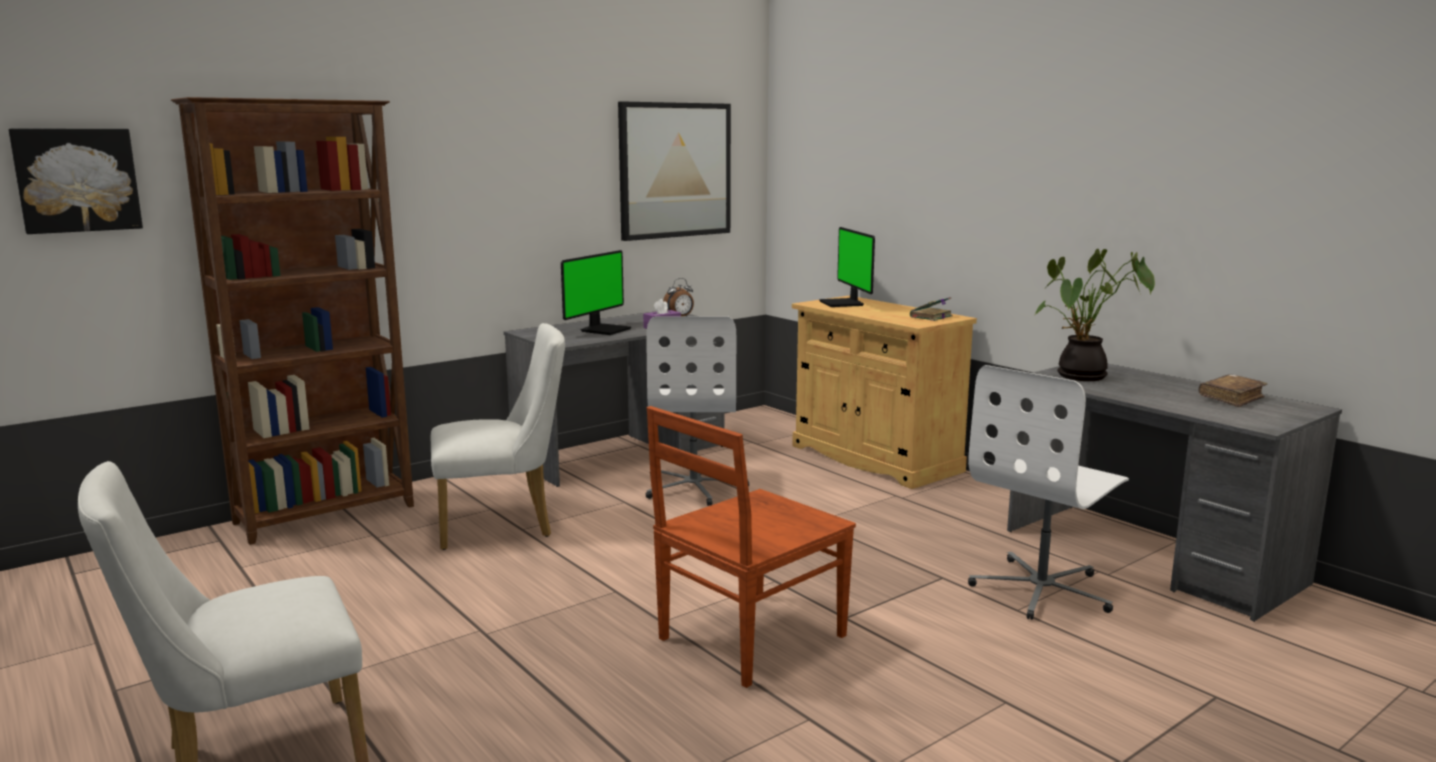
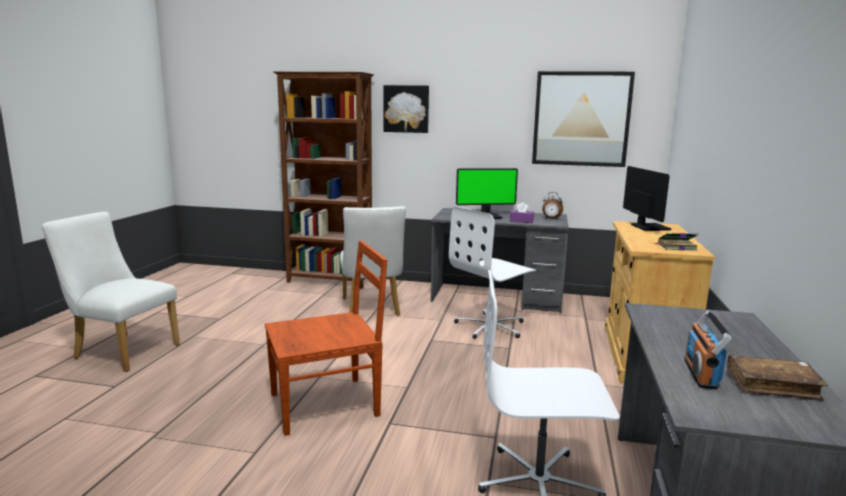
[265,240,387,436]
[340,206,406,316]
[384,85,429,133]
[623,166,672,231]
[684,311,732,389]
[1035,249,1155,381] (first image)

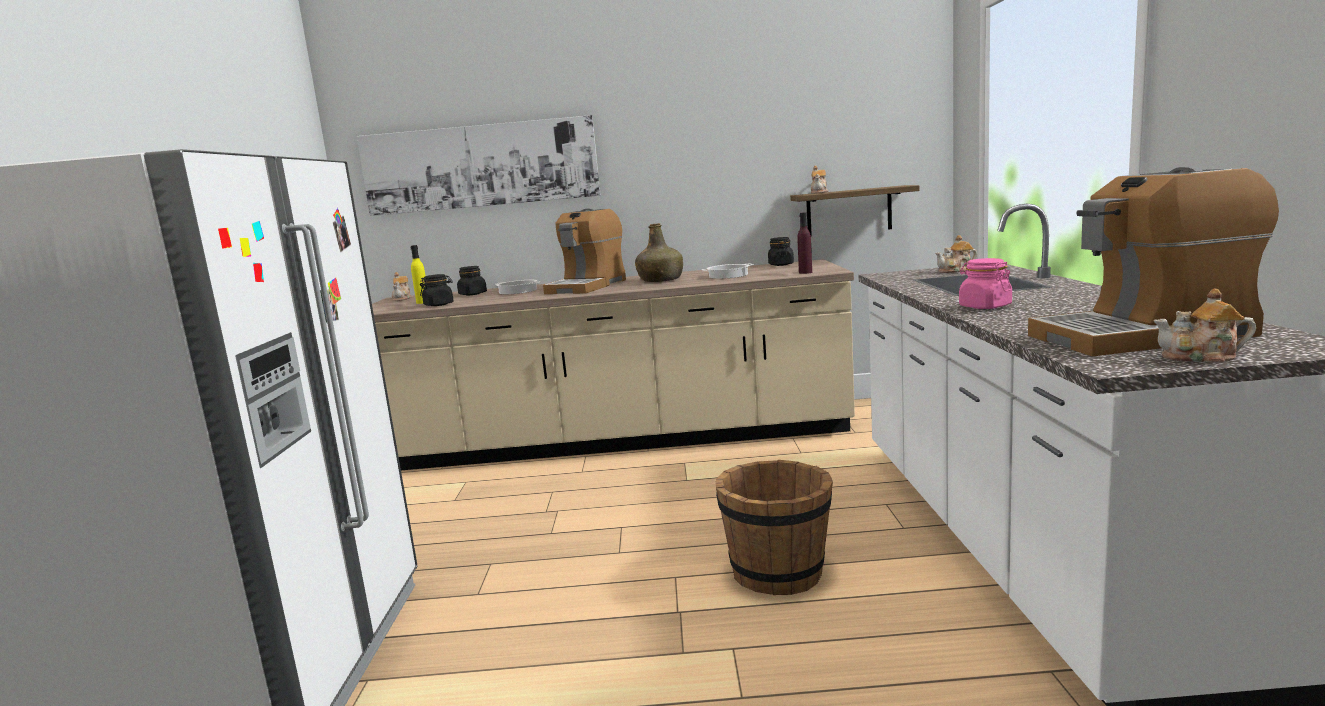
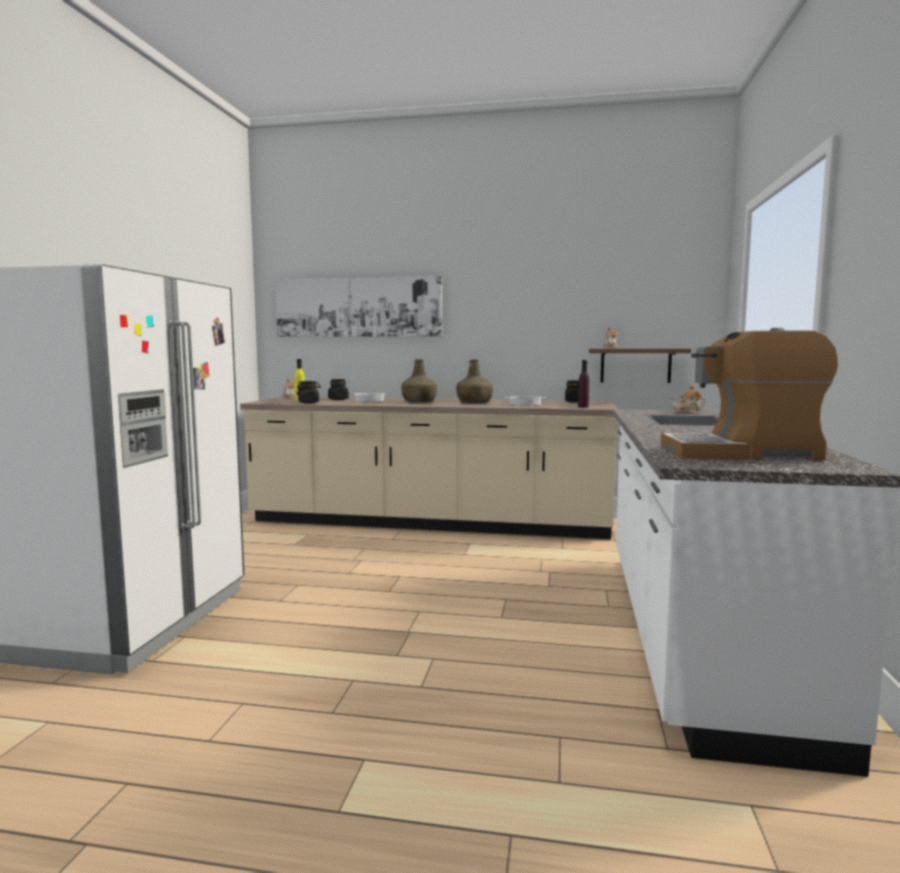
[401,359,437,402]
[715,460,833,595] (first image)
[959,258,1012,309] (first image)
[1153,289,1256,363] (first image)

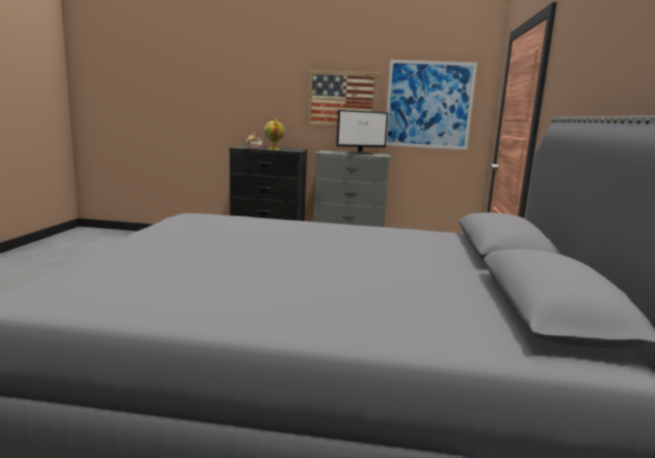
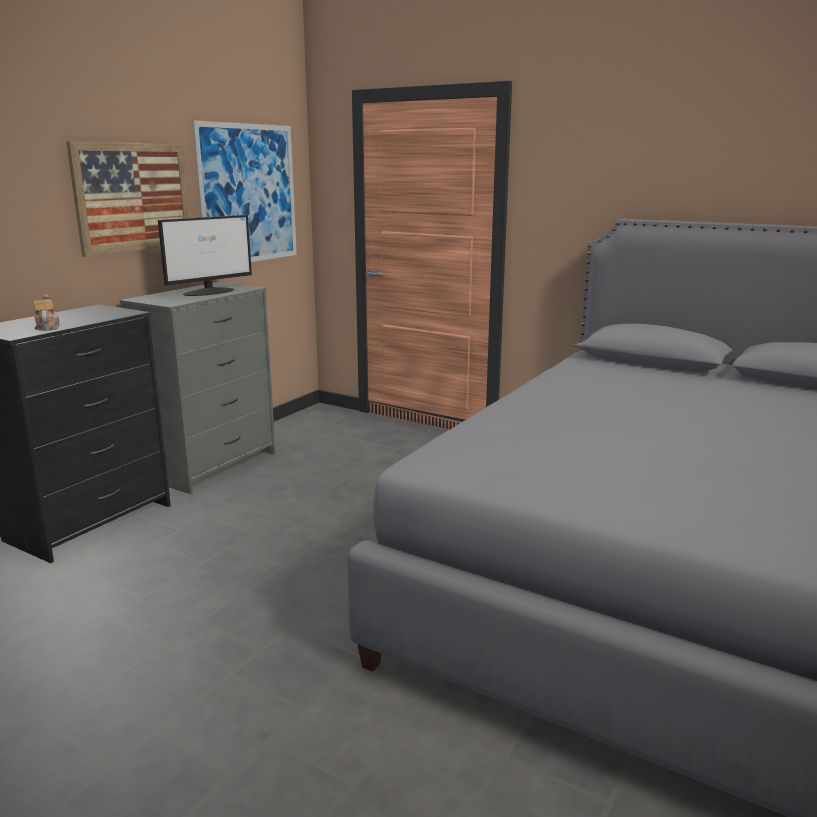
[158,215,252,296]
[264,118,285,150] (first image)

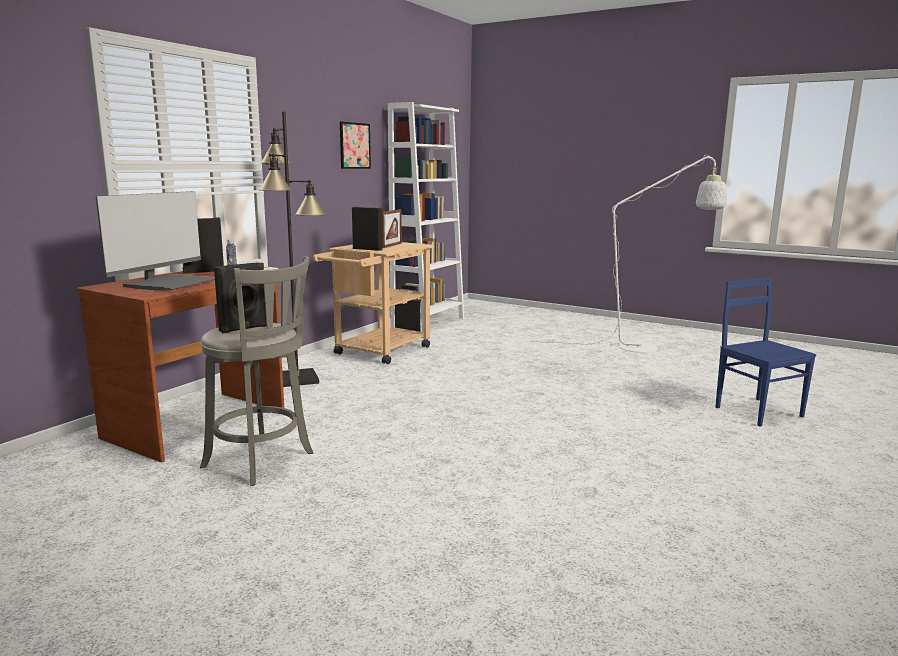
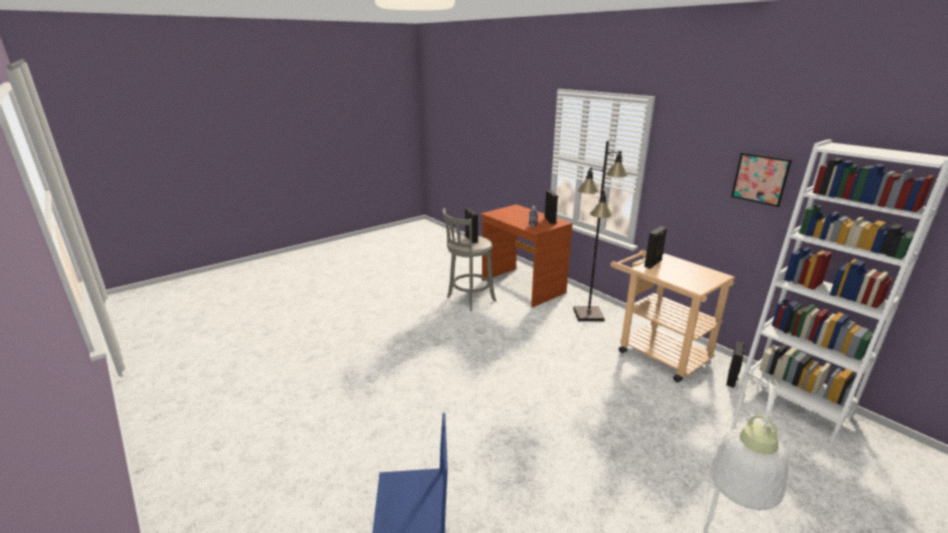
[96,191,215,290] (first image)
[381,209,402,248] (first image)

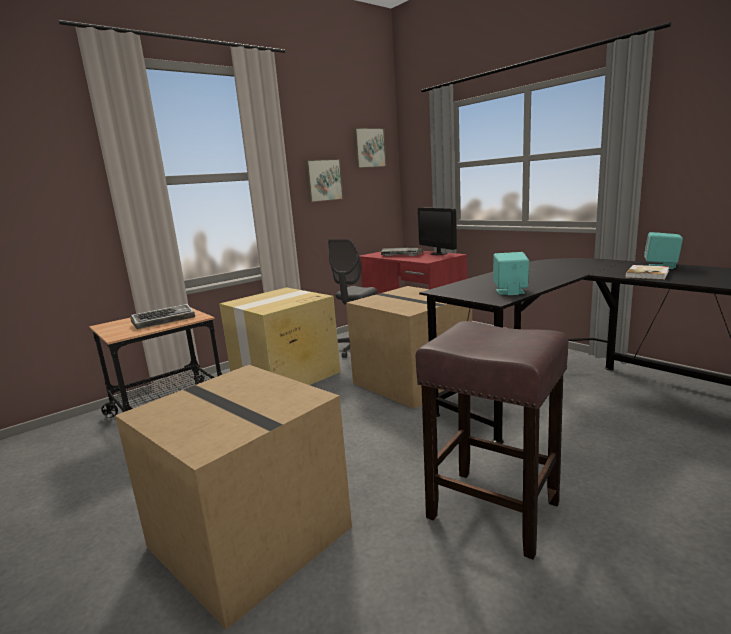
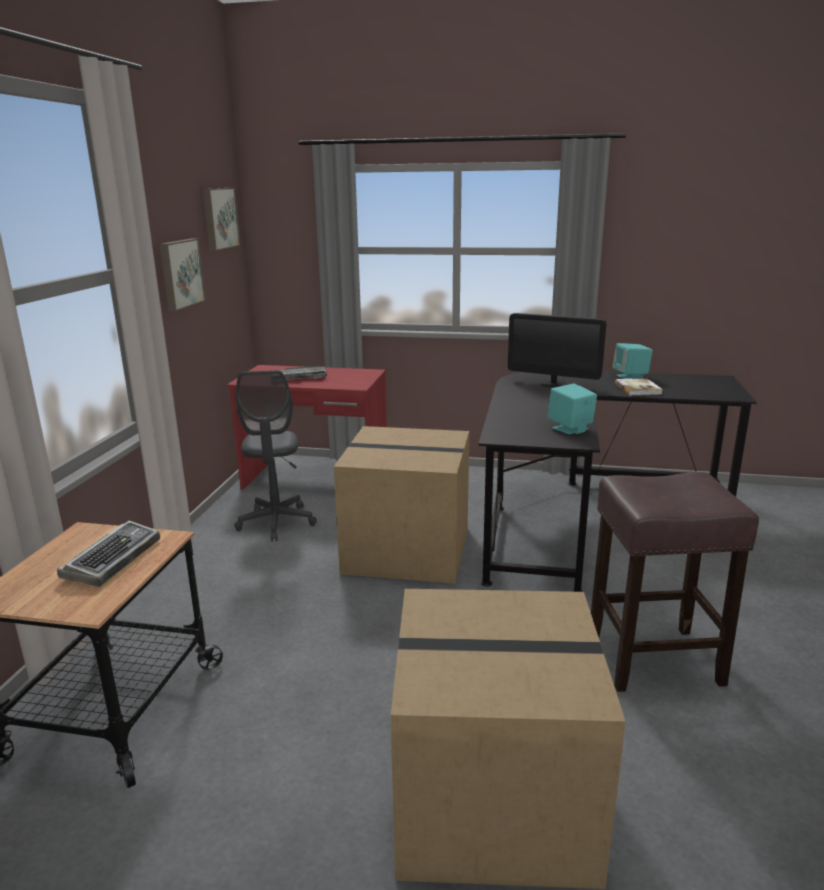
[508,313,607,387]
[219,287,341,385] (first image)

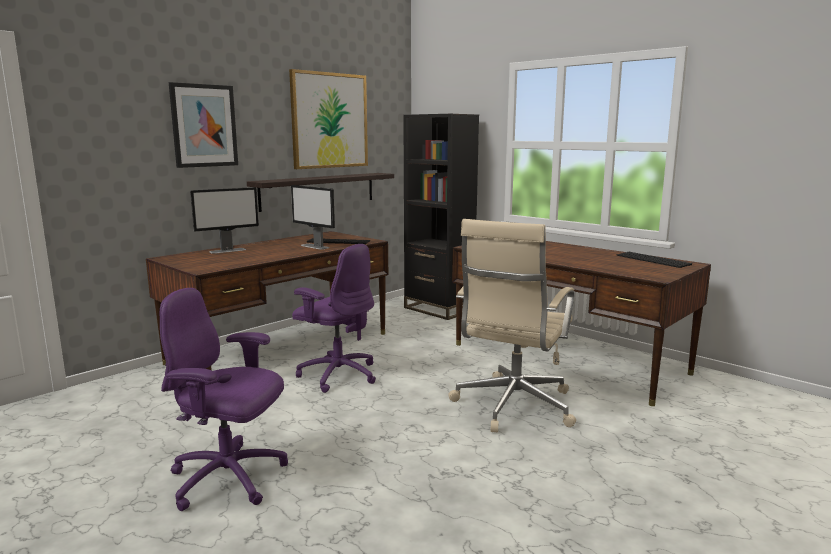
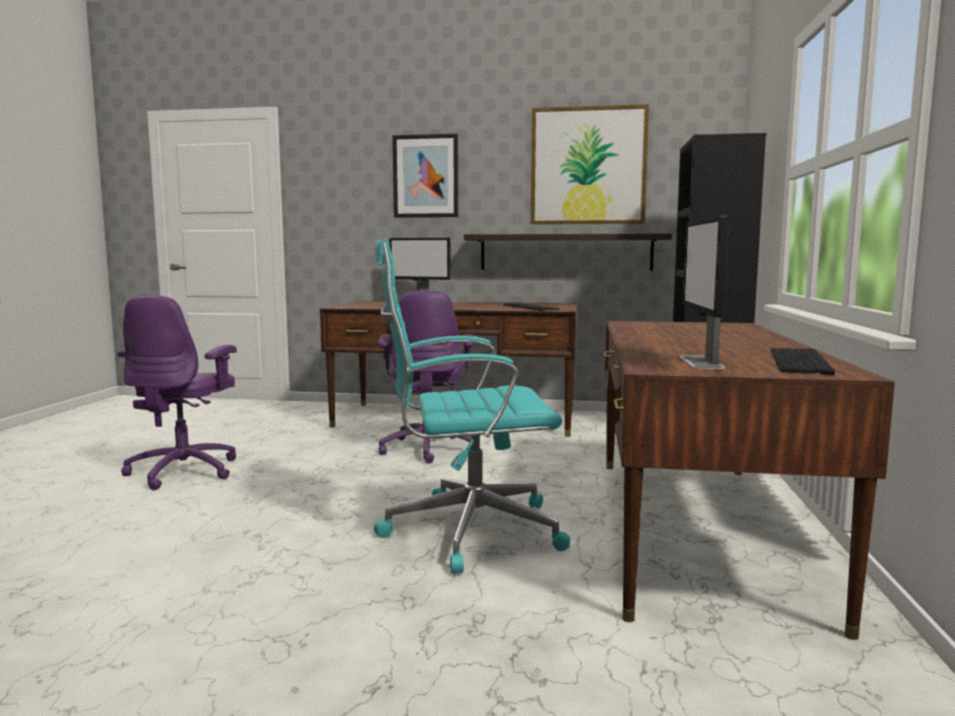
[118,295,237,490]
[374,239,570,573]
[680,216,730,369]

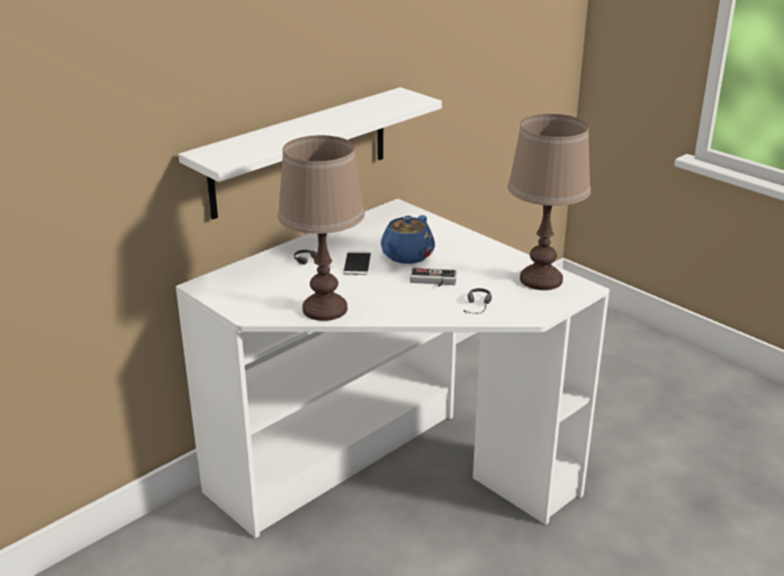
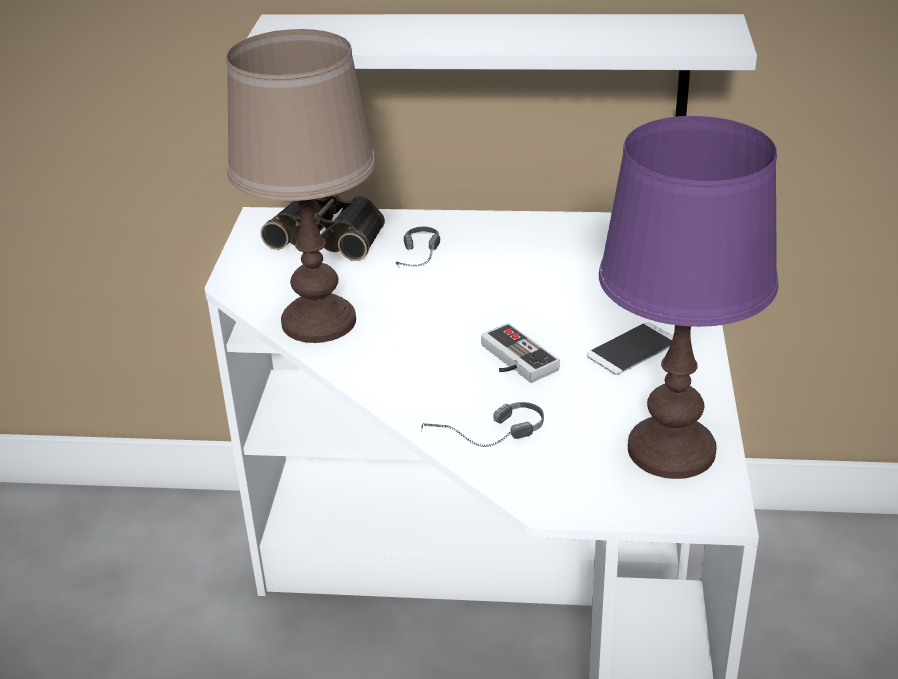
[260,194,385,261]
[587,322,673,375]
[599,116,778,479]
[381,215,435,264] (first image)

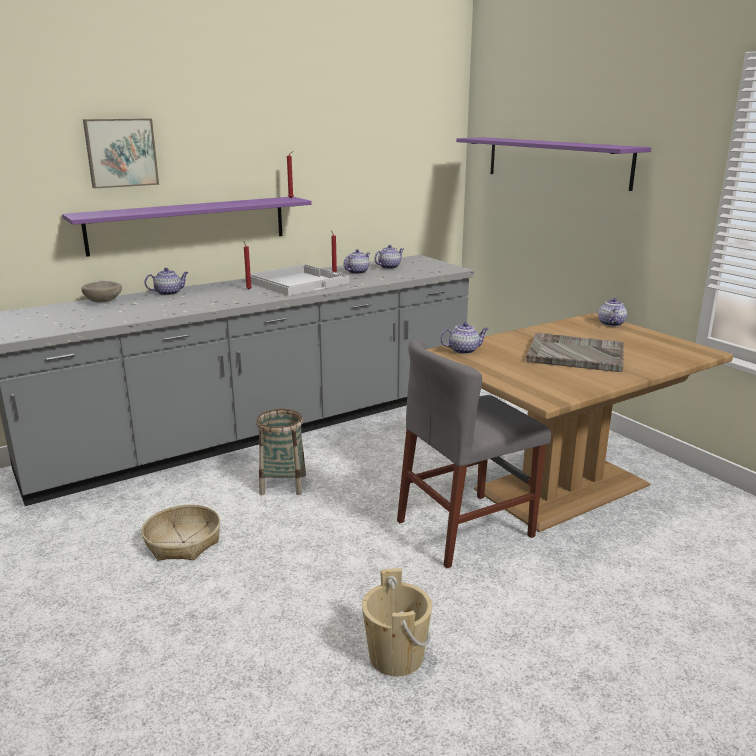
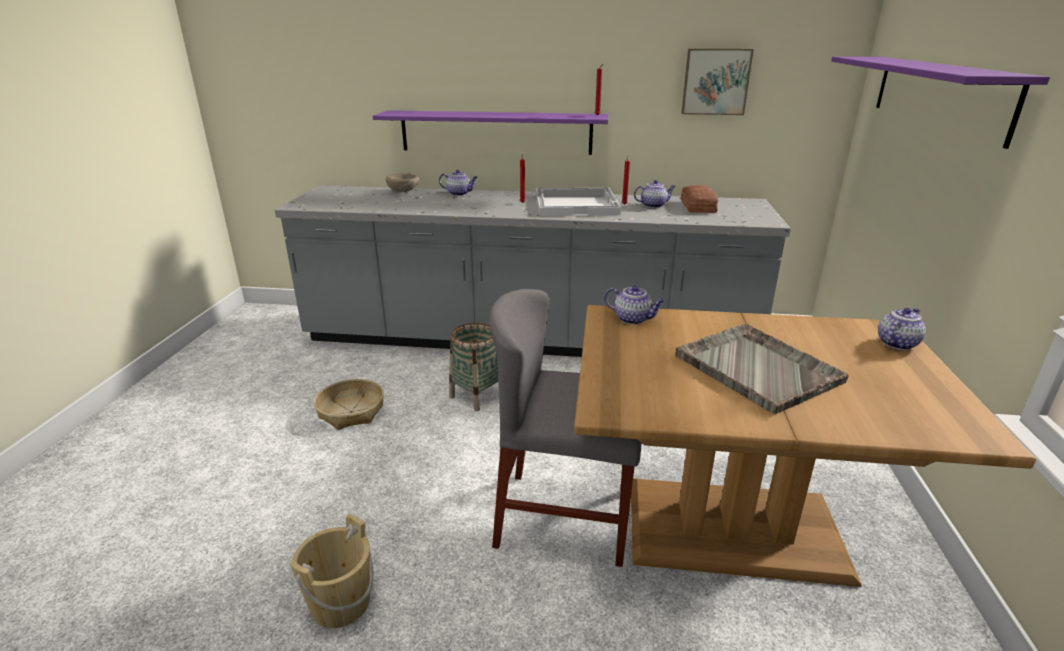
[681,48,754,115]
[681,185,718,213]

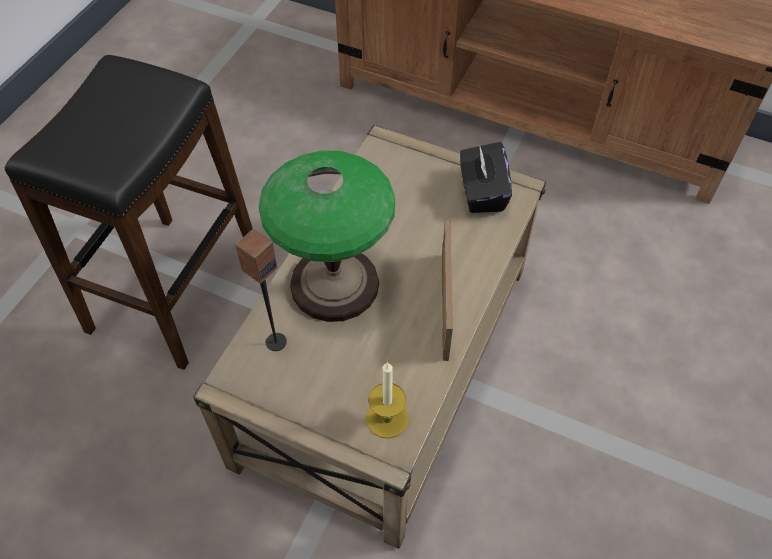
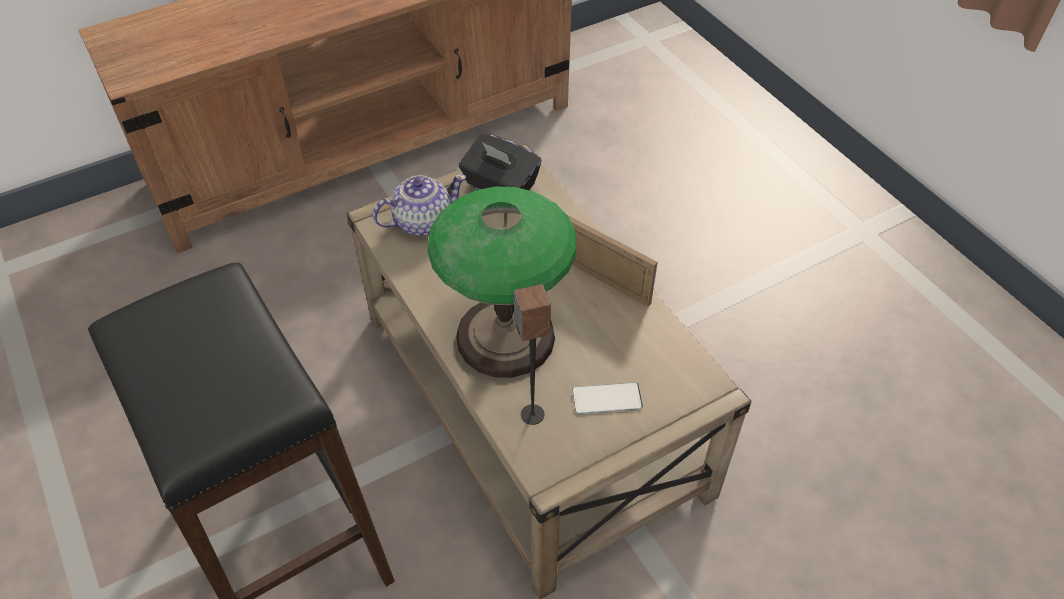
[373,174,466,236]
[572,382,643,414]
[366,362,409,439] (first image)

